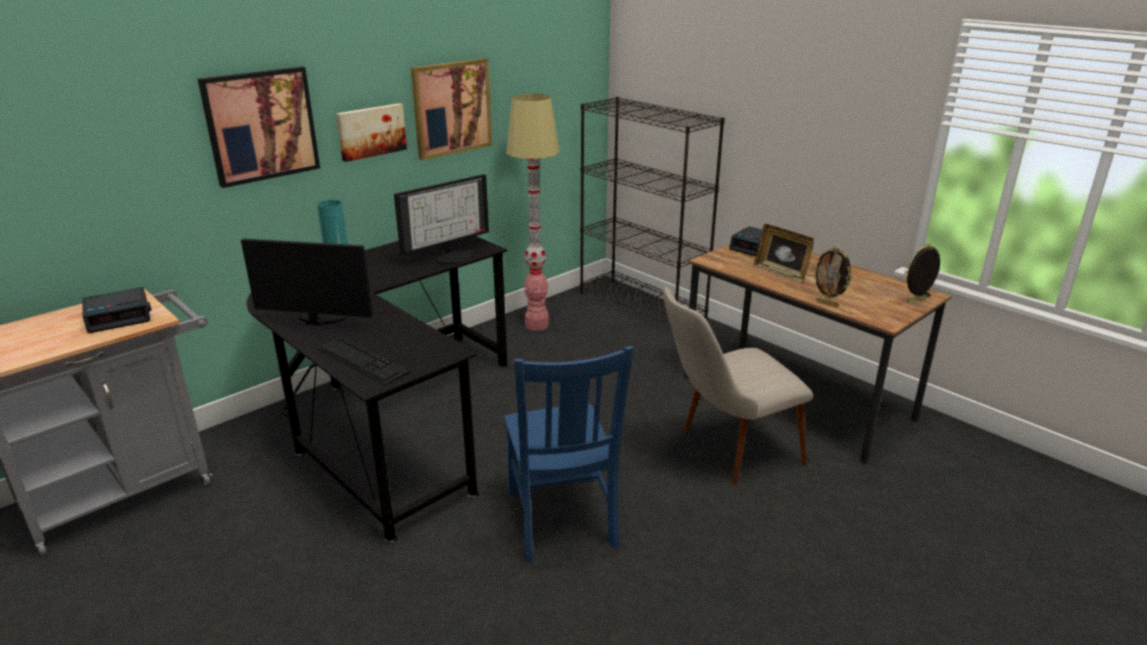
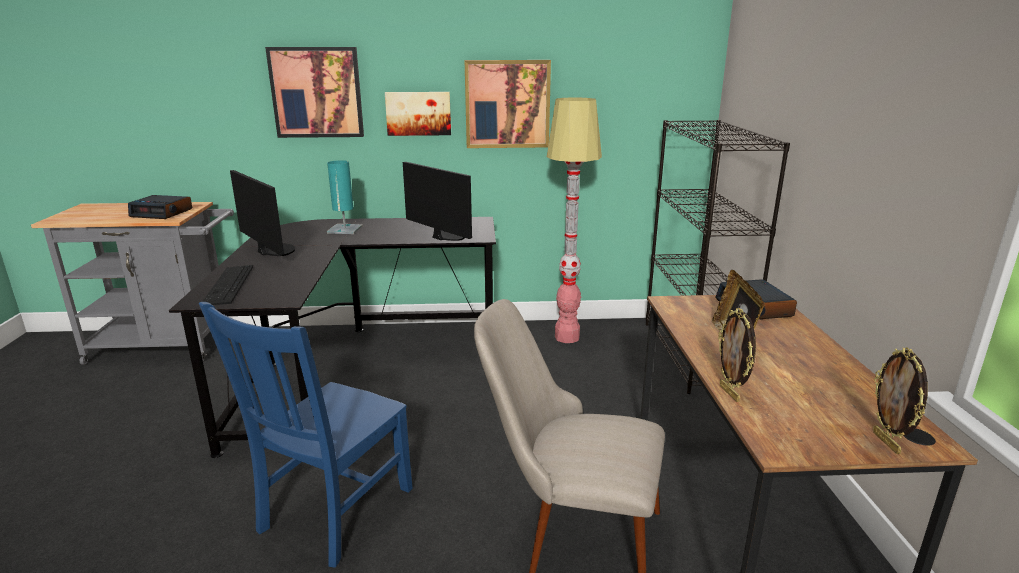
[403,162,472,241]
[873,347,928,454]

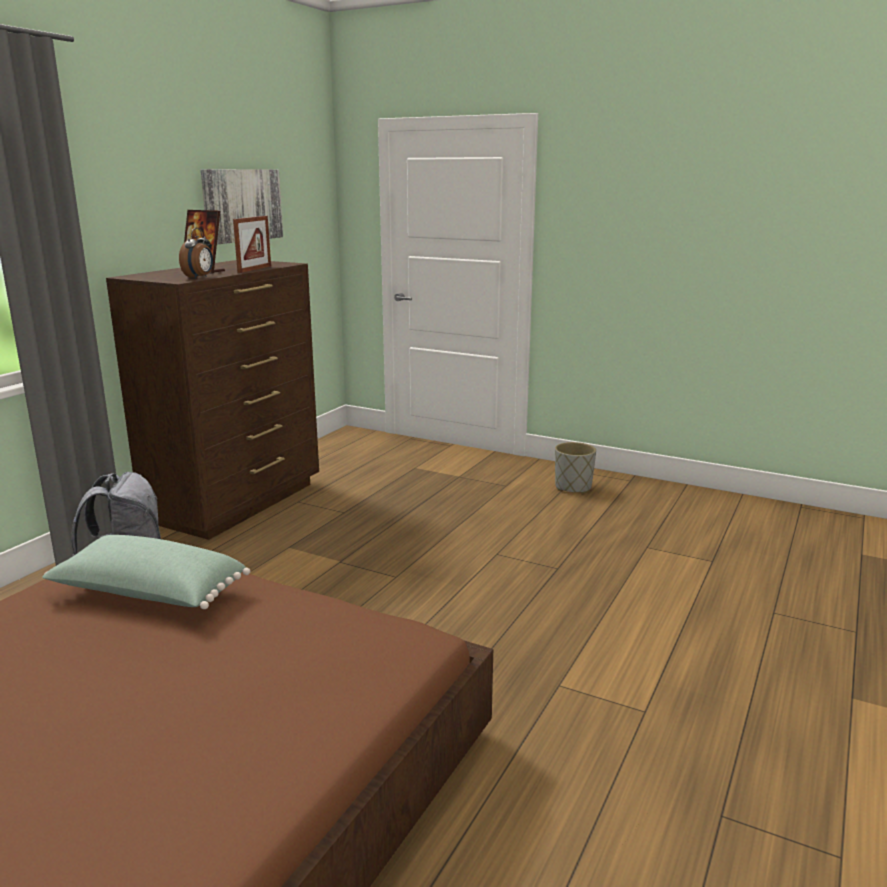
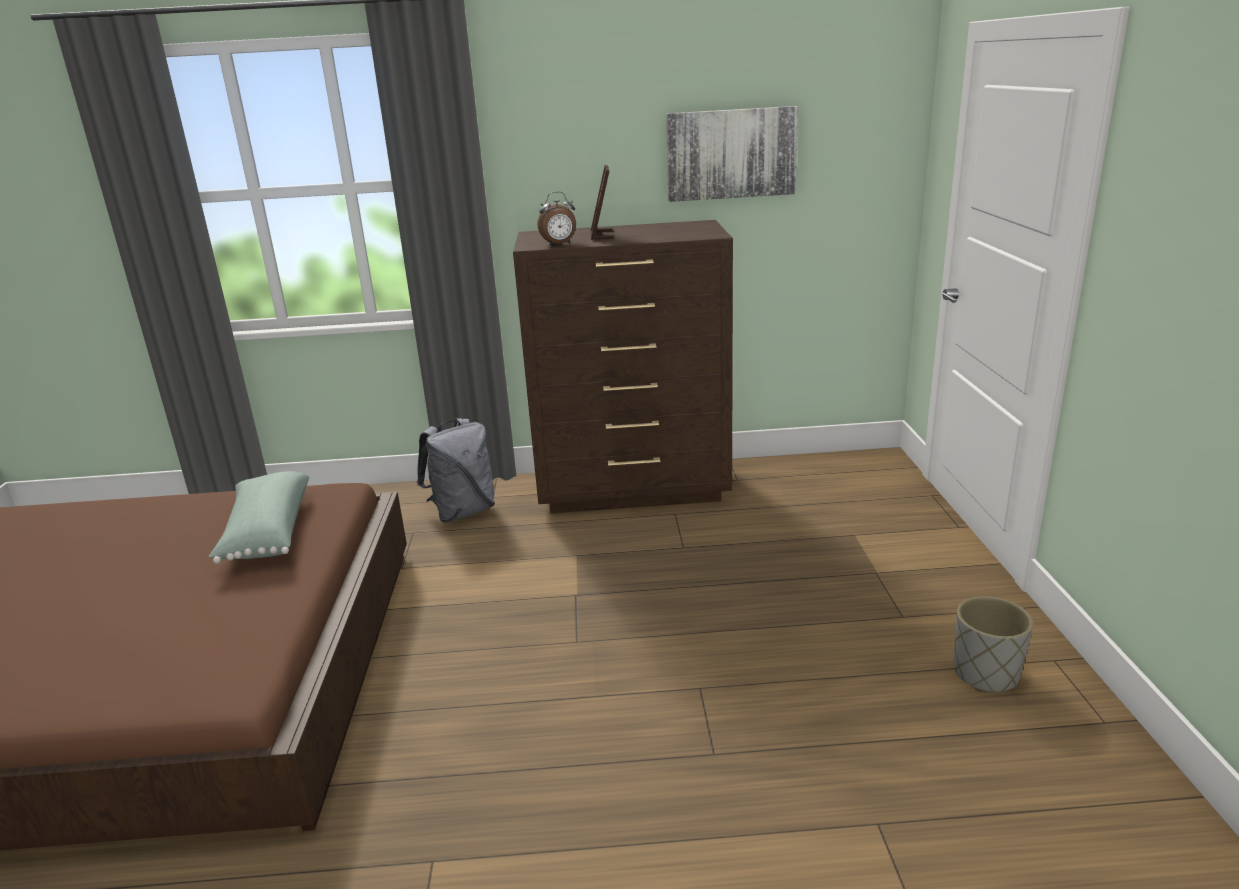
[233,216,271,273] (first image)

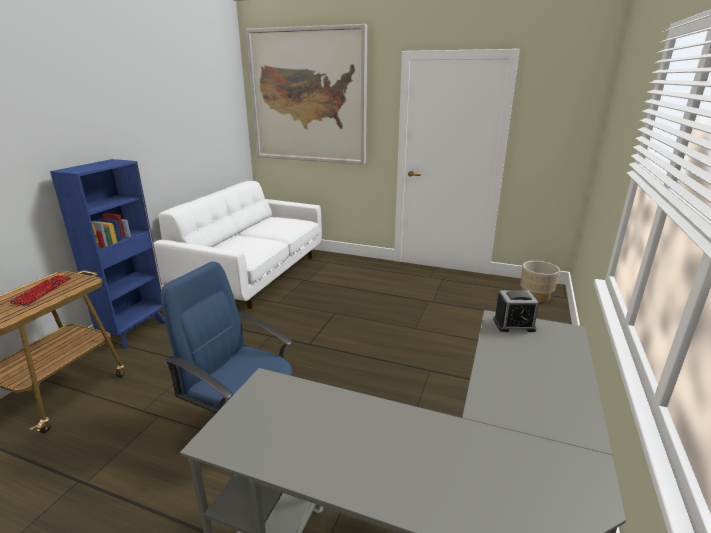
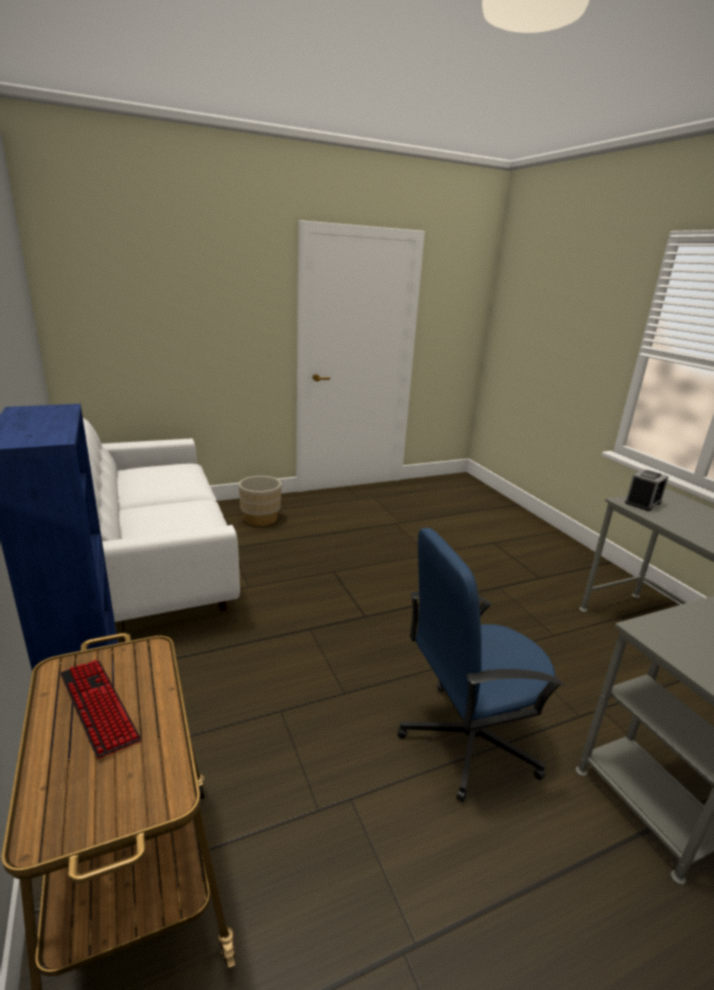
[239,476,281,526]
[246,24,367,165] (first image)

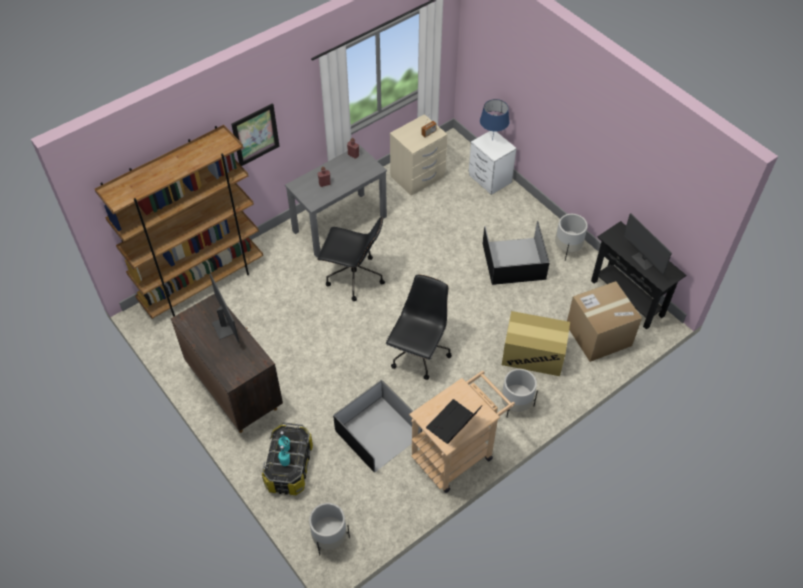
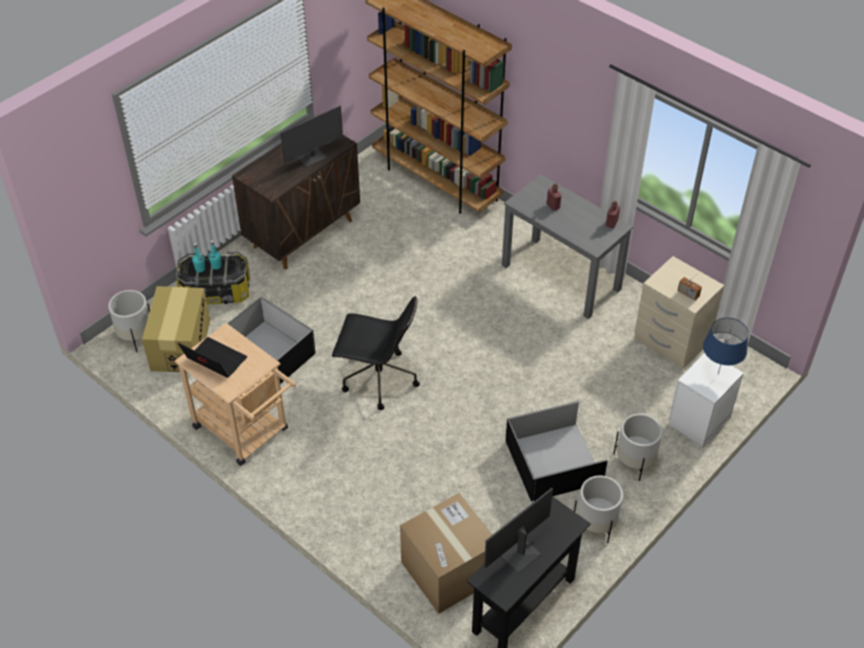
[142,286,210,373]
[613,414,662,481]
[231,103,280,166] (first image)
[317,217,385,301] (first image)

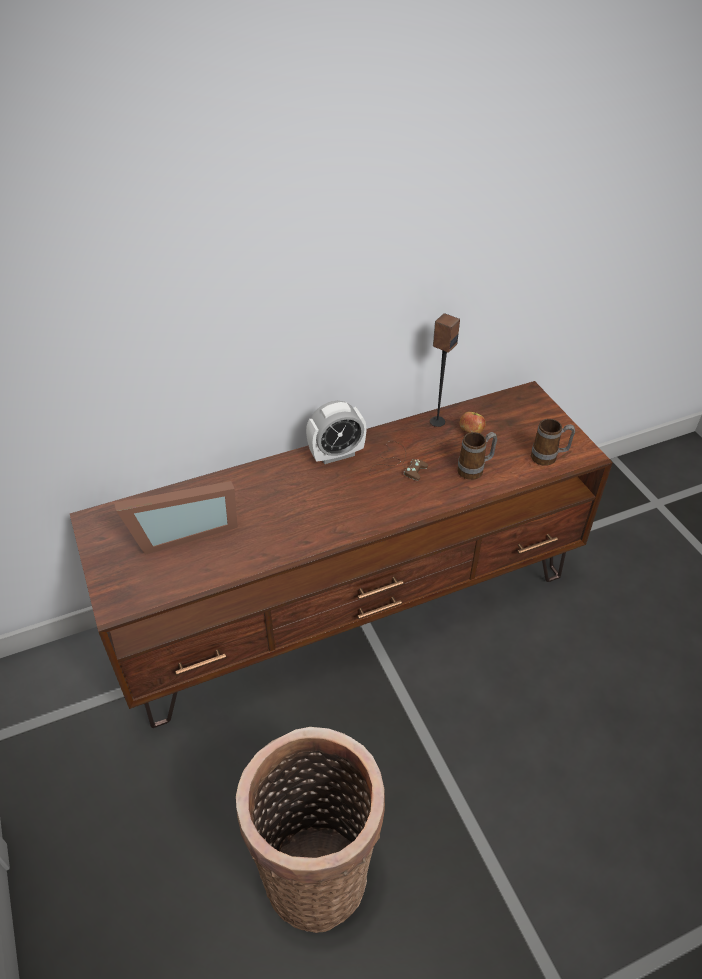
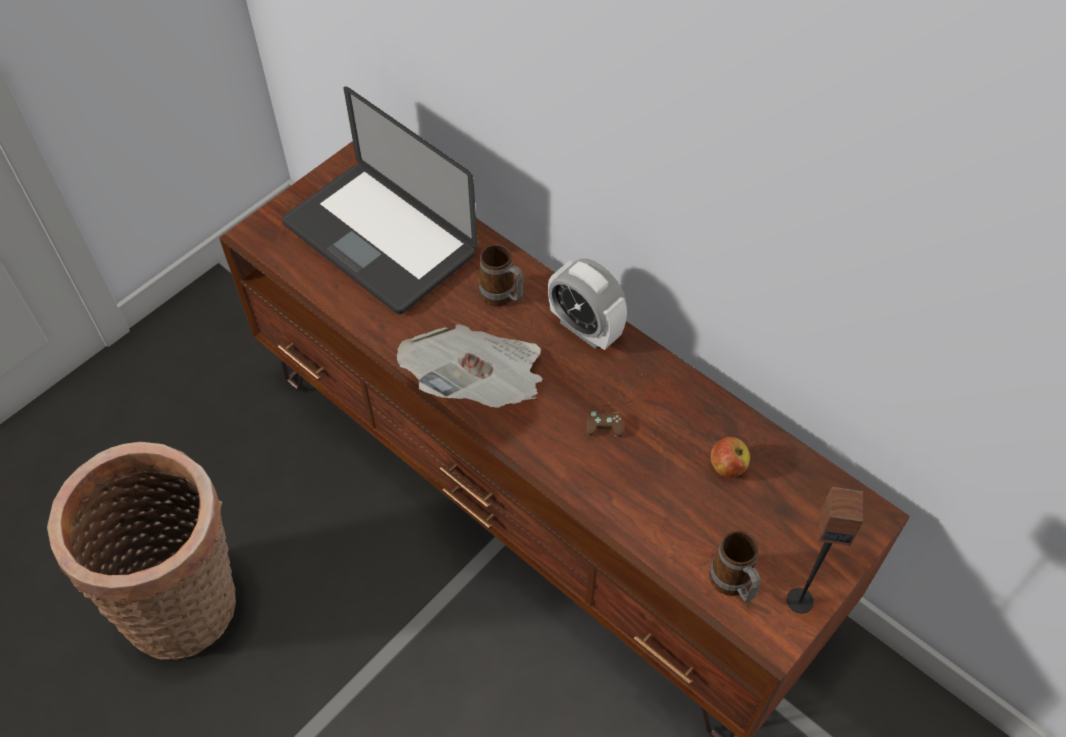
[282,86,478,314]
[397,324,543,408]
[479,244,524,307]
[787,487,864,613]

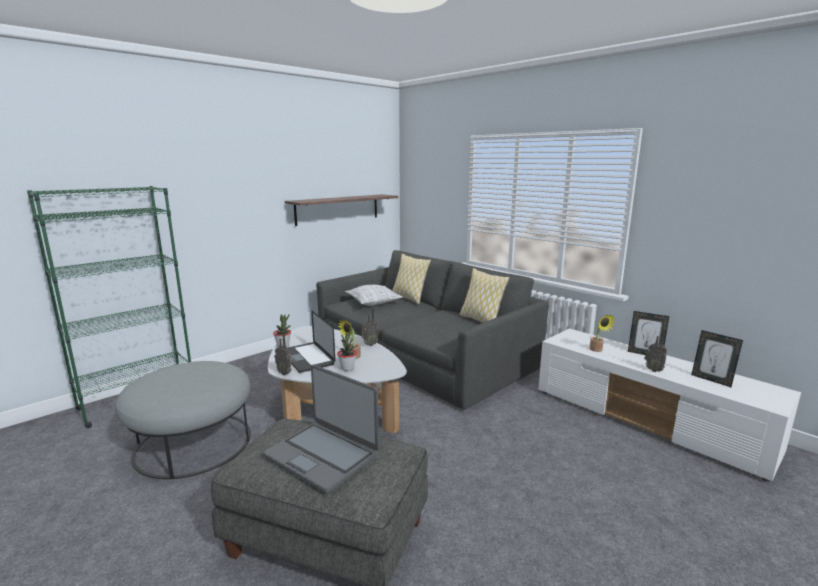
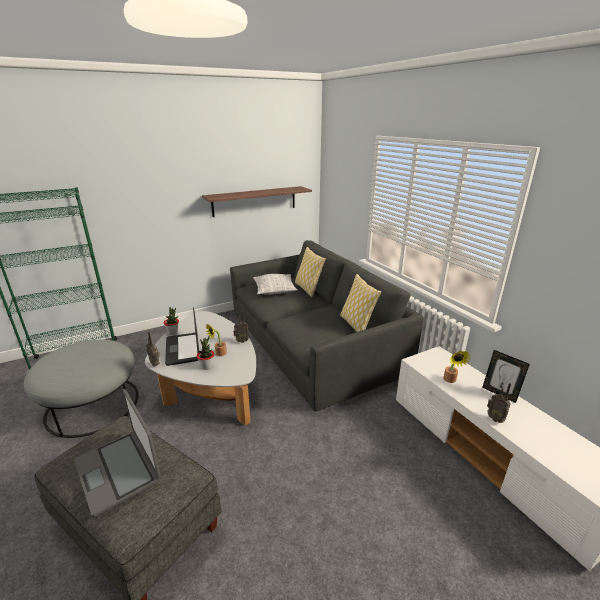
[691,330,743,387] (first image)

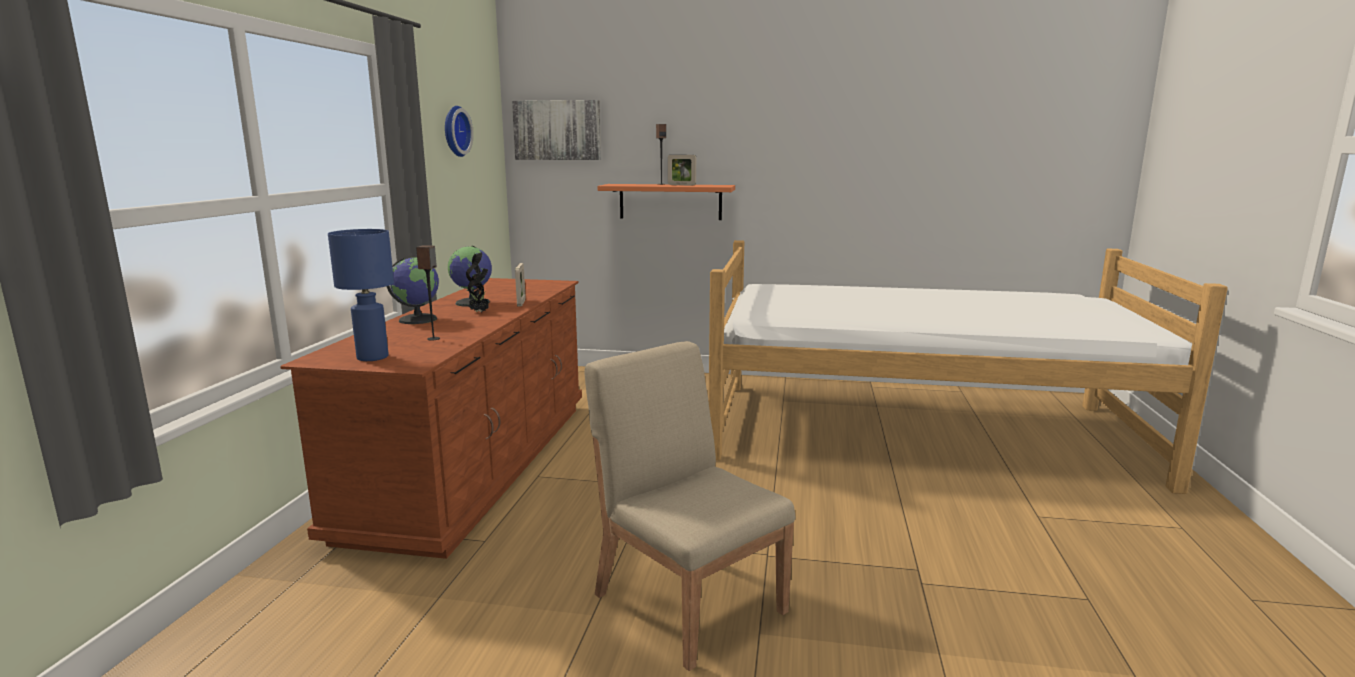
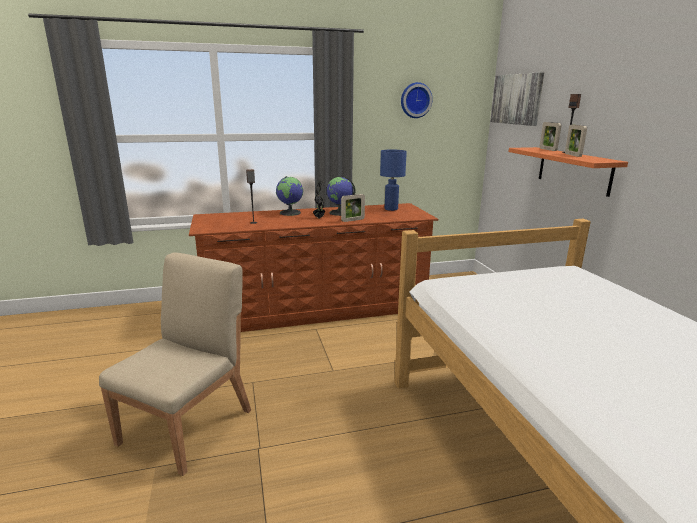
[380,150,407,211]
[540,122,562,151]

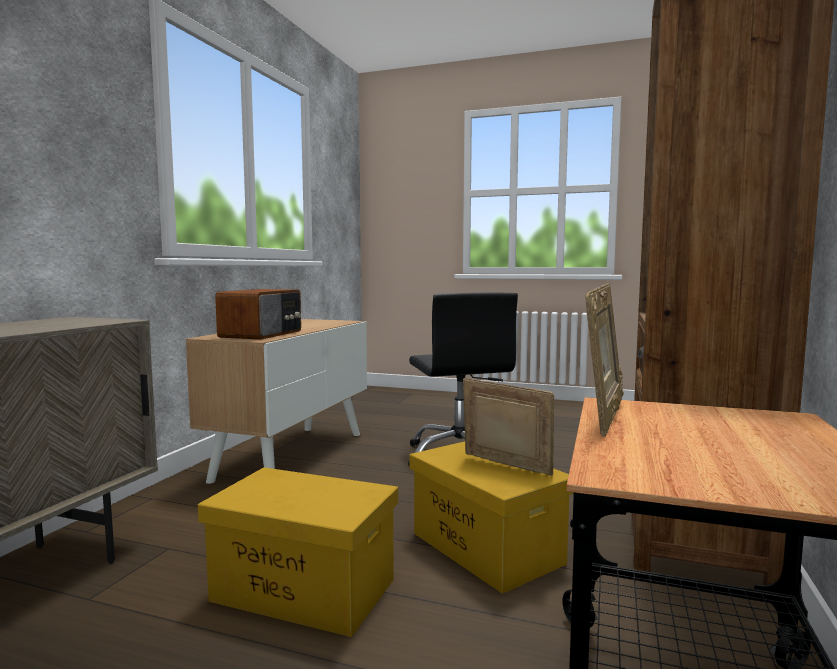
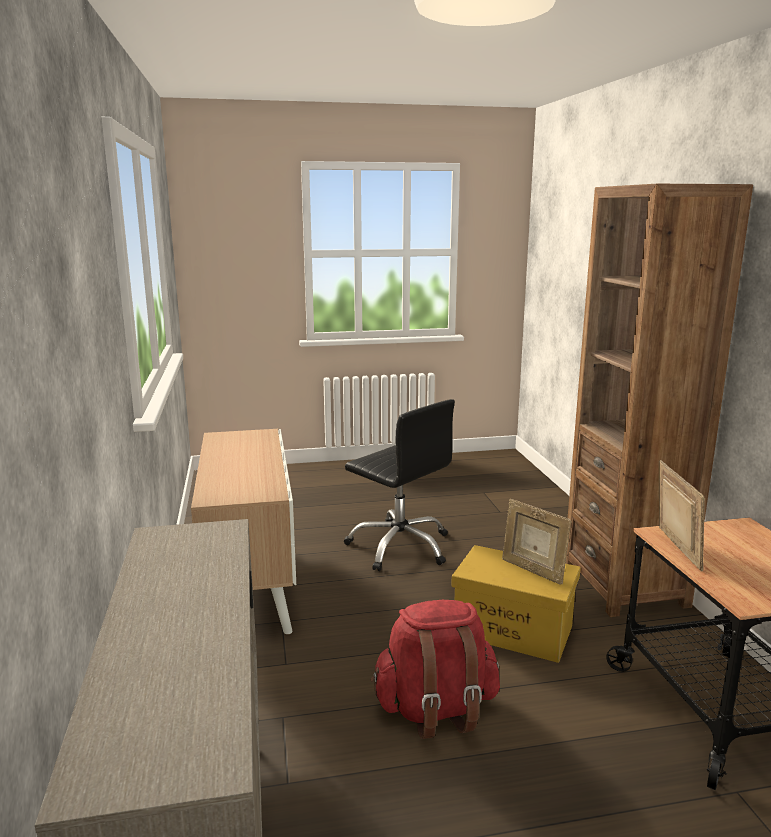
[371,600,500,739]
[502,499,571,585]
[215,289,301,339] (first image)

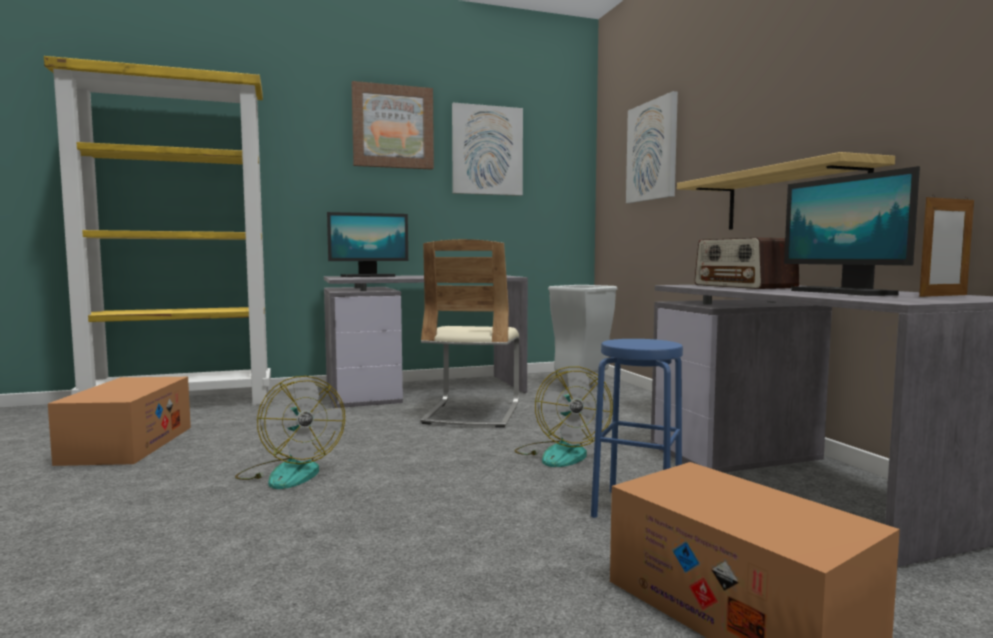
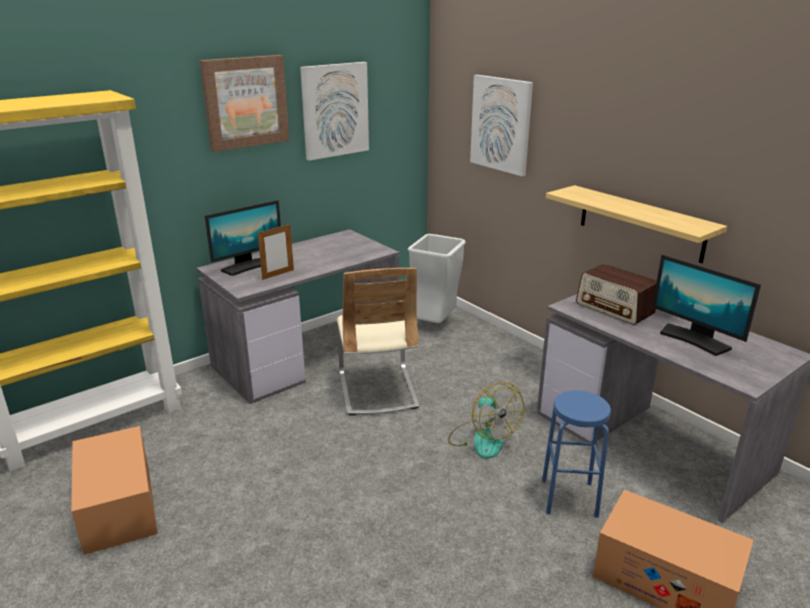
[258,224,294,280]
[235,376,345,489] (first image)

